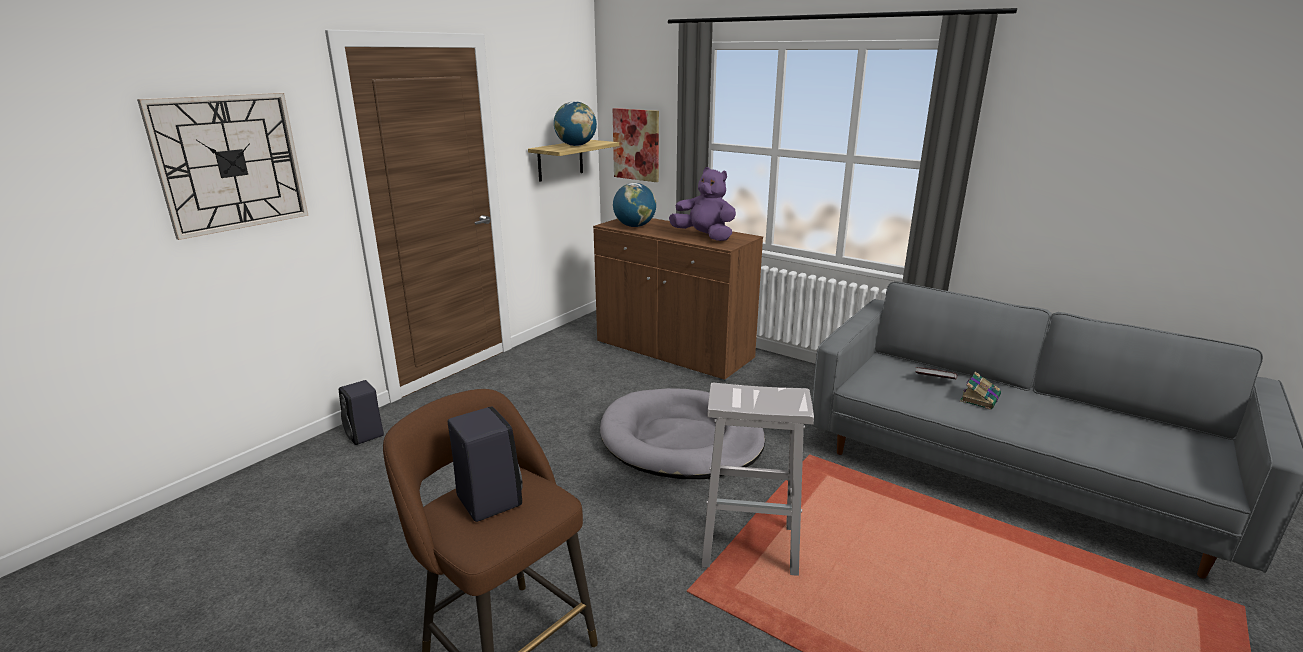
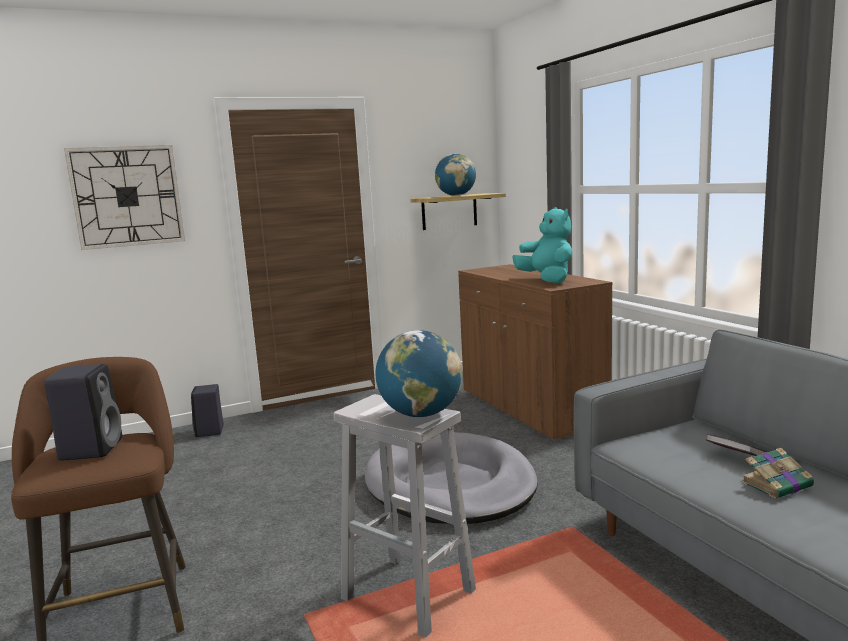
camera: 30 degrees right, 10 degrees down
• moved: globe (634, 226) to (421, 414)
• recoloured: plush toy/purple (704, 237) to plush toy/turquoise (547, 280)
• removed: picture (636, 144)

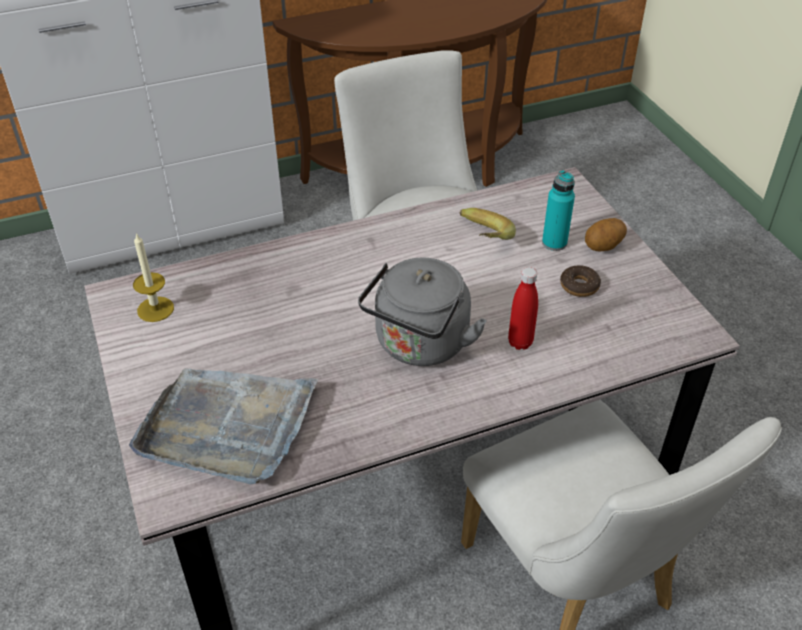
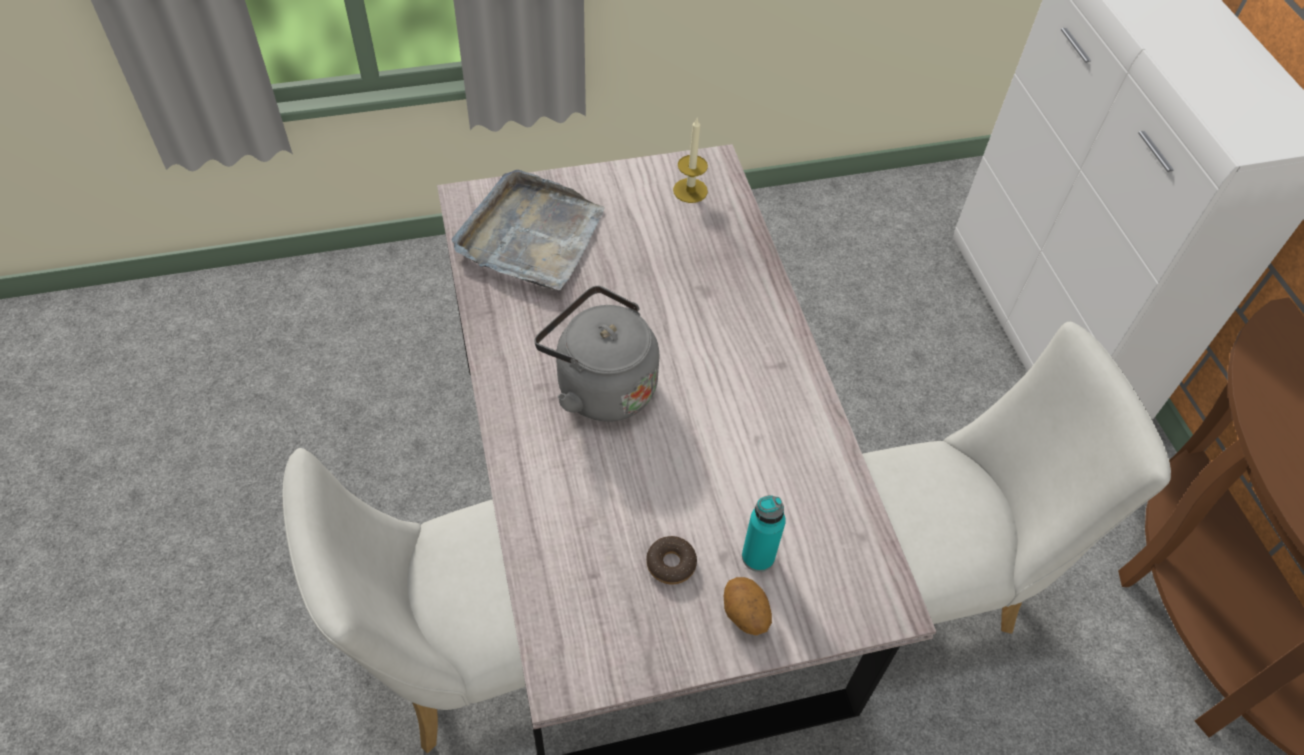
camera: 95 degrees right, 10 degrees up
• removed: banana (481, 240)
• removed: bottle/red (520, 342)

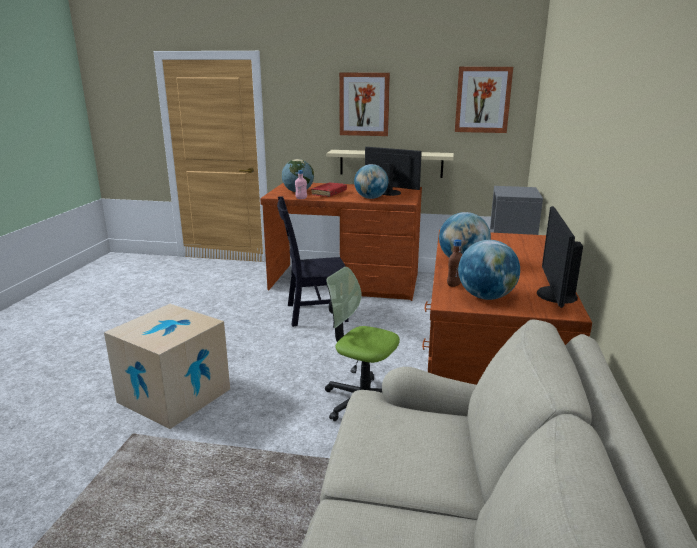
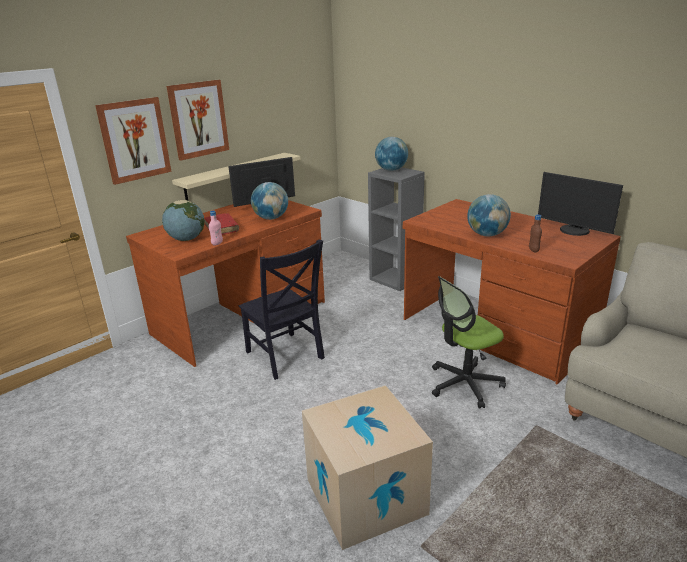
camera: 55 degrees left, 5 degrees up
• moved: picture (483, 100) to (134, 140)
• turned: chair/black (313, 313) = (286, 357) 60 degrees counterclockwise
• moved: globe (486, 297) to (391, 170)

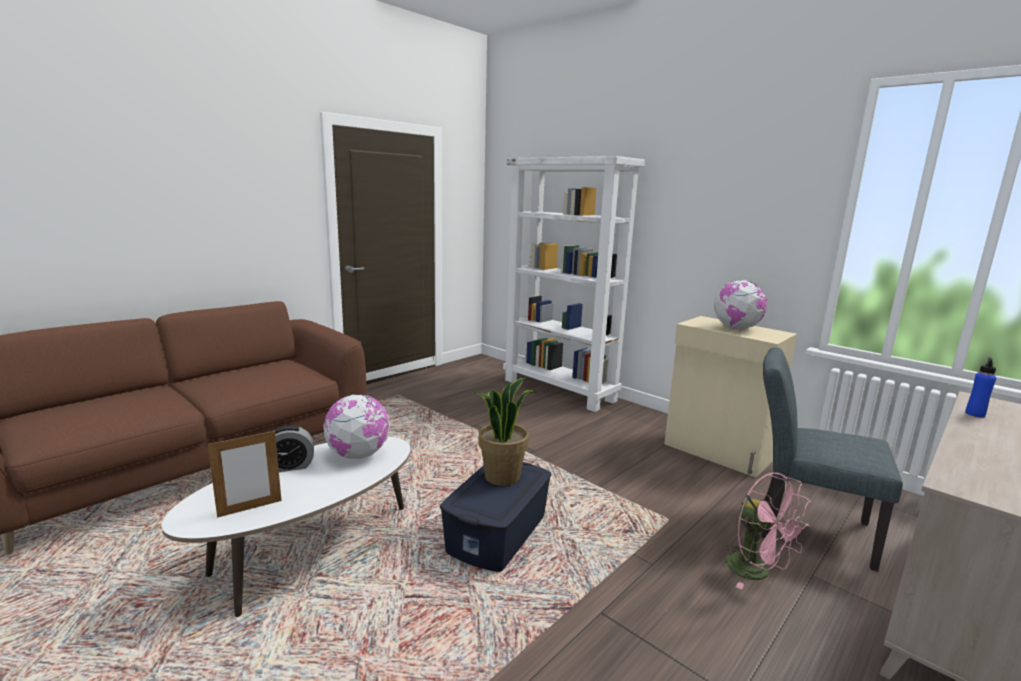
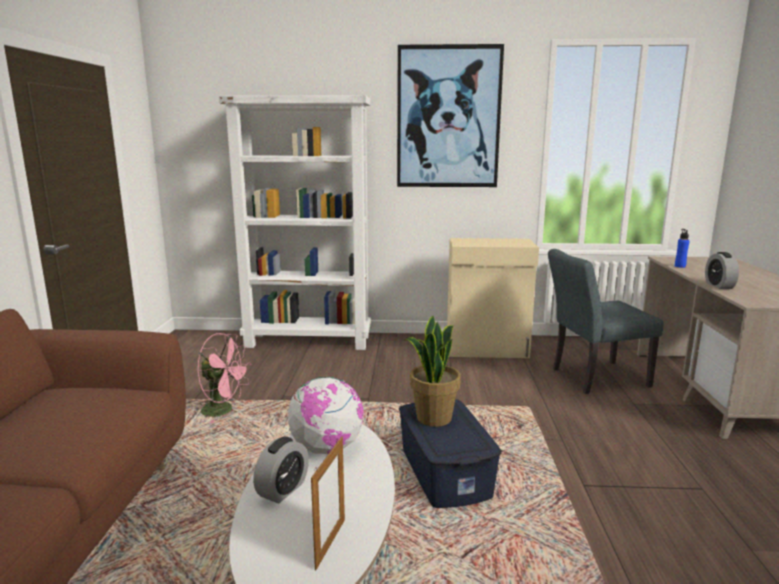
camera: 40 degrees left, 0 degrees up
• moved: fan/pink (757, 572) to (224, 410)
• added: picture (448, 118)
• added: alarm clock (719, 285)
• removed: globe (736, 328)

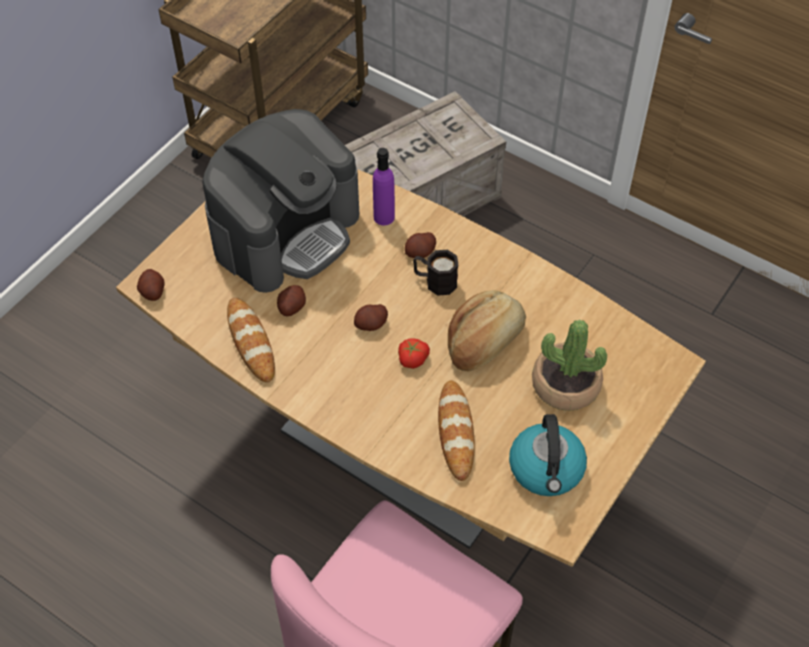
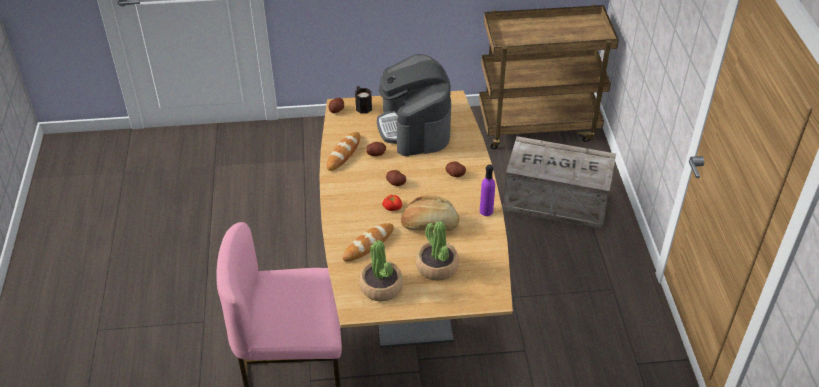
camera: 50 degrees right, 10 degrees down
• moved: mug/black (435, 281) to (362, 105)
• replaced: kettle (546, 469) to potted plant (381, 287)
• turned: coffee machine (286, 231) = (414, 127) 75 degrees clockwise
• moved: bottle/purple (384, 217) to (486, 211)

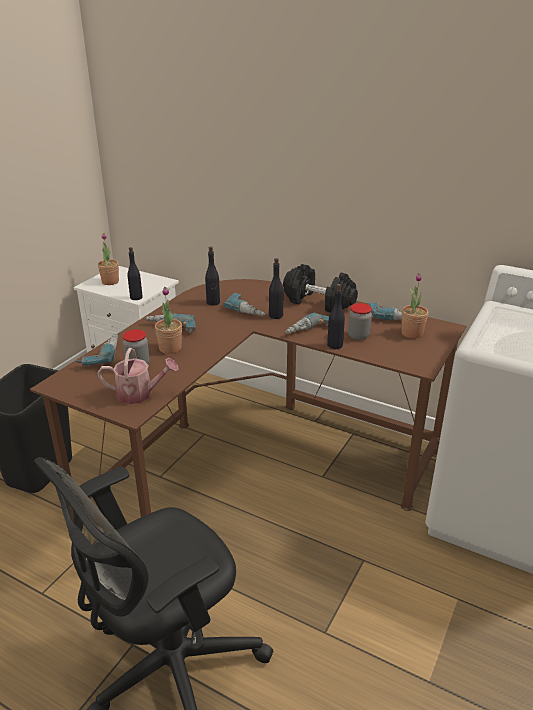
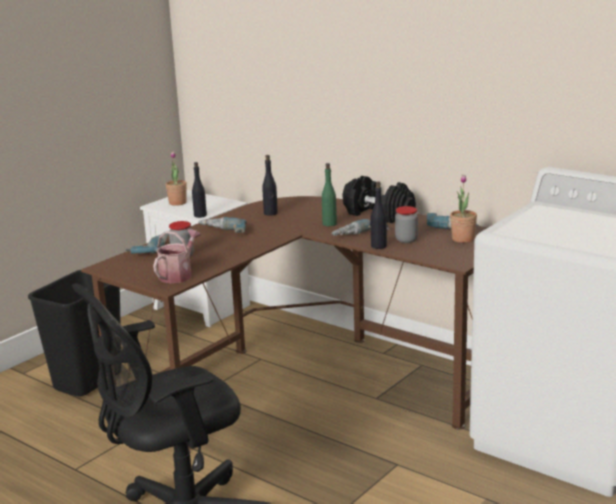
camera: 10 degrees right, 10 degrees down
• turned: watering can (140, 394) = (178, 275) 75 degrees counterclockwise
• recoloured: bottle/black (276, 315) to bottle/green (329, 224)
• removed: potted plant (170, 348)
• removed: power drill (248, 309)

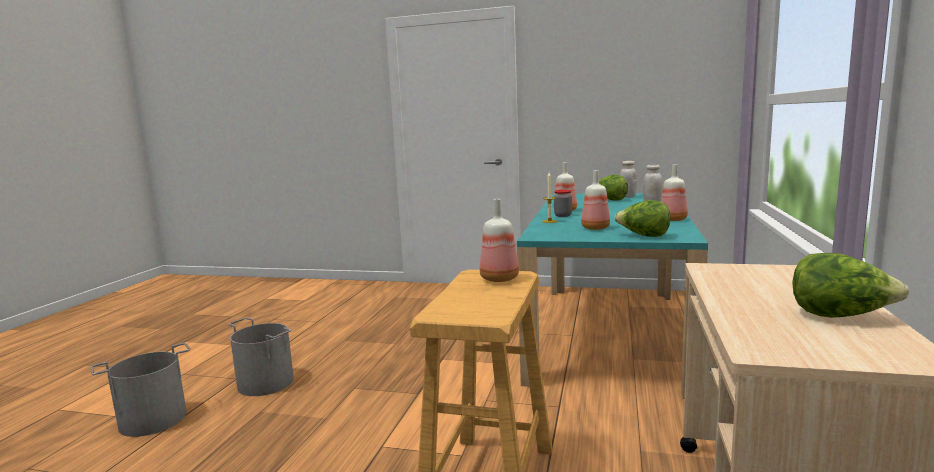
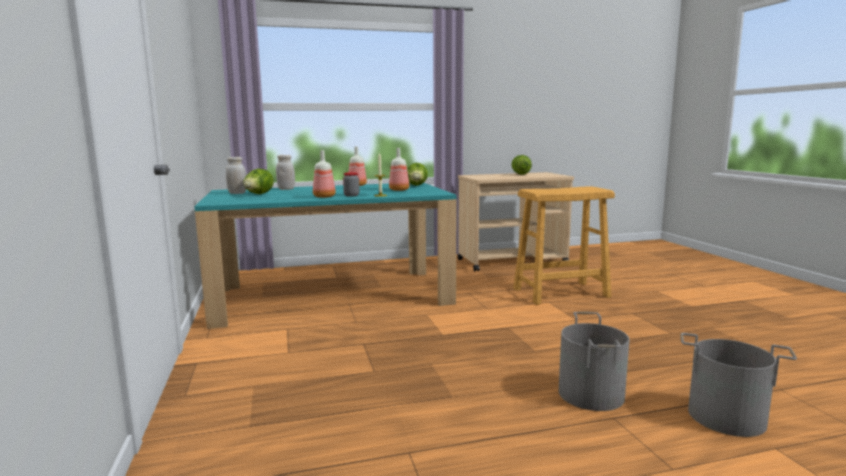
camera: 120 degrees left, 0 degrees up
• removed: bottle (498, 278)

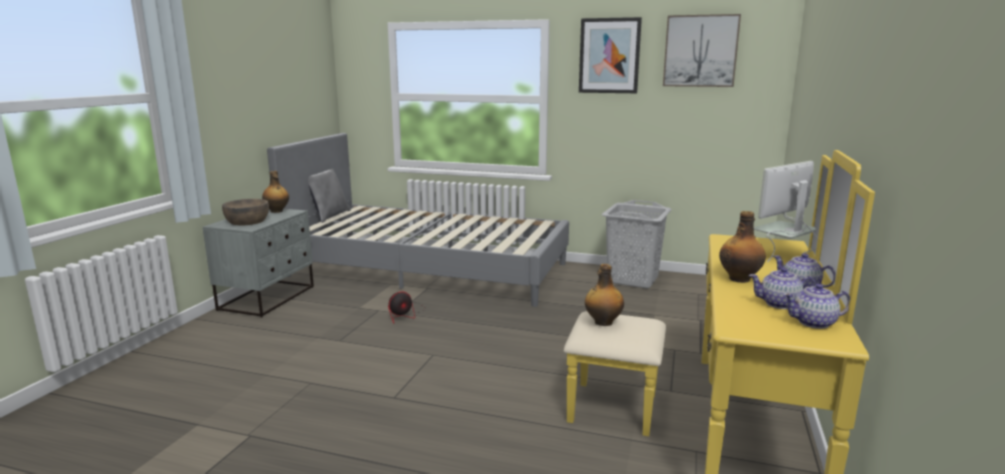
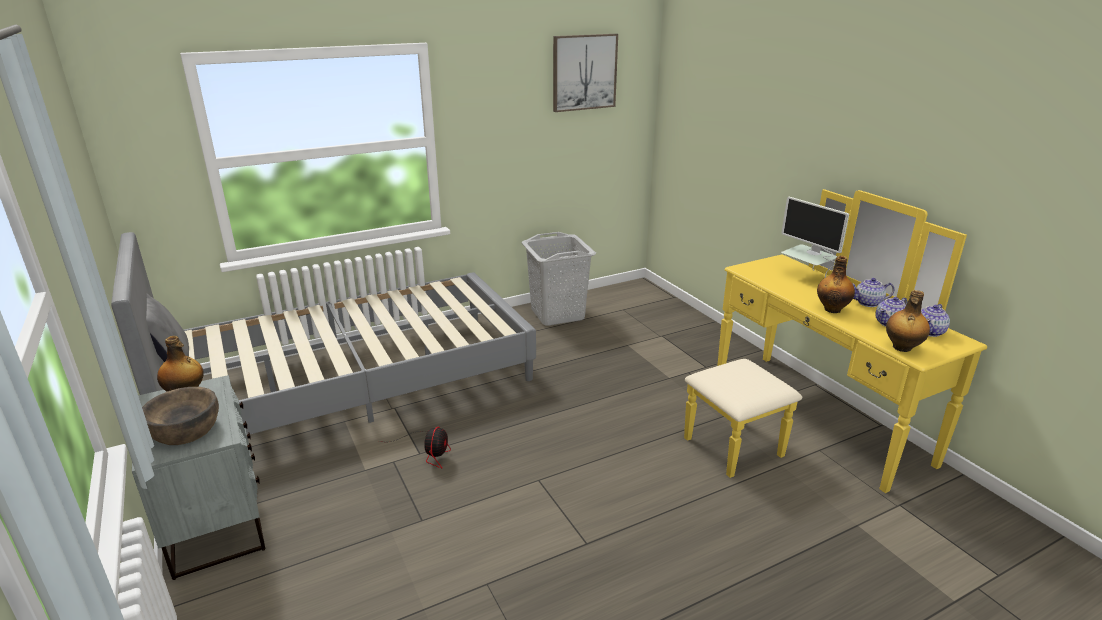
camera: 45 degrees left, 10 degrees up
• turned: monitor (782, 257) = (806, 276) 45 degrees counterclockwise
• moved: bottle (602, 322) to (901, 348)
• removed: picture (609, 56)

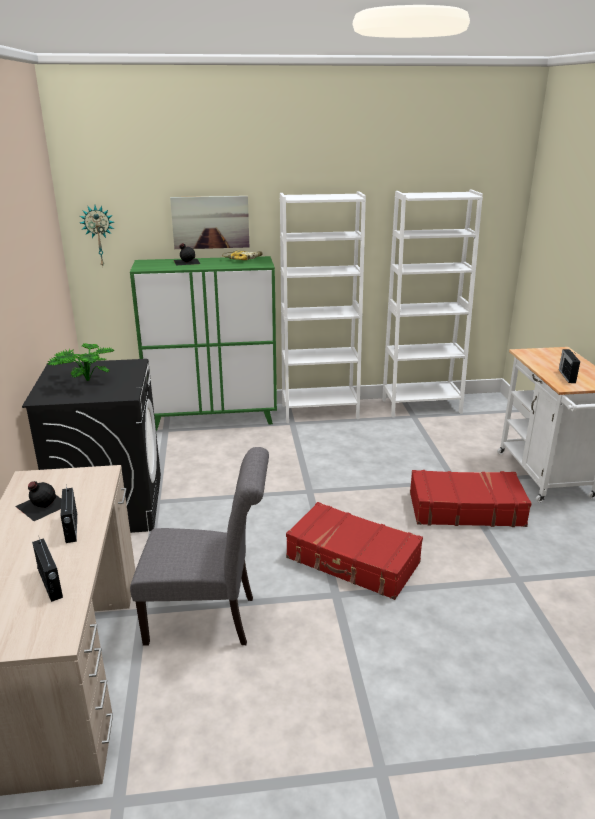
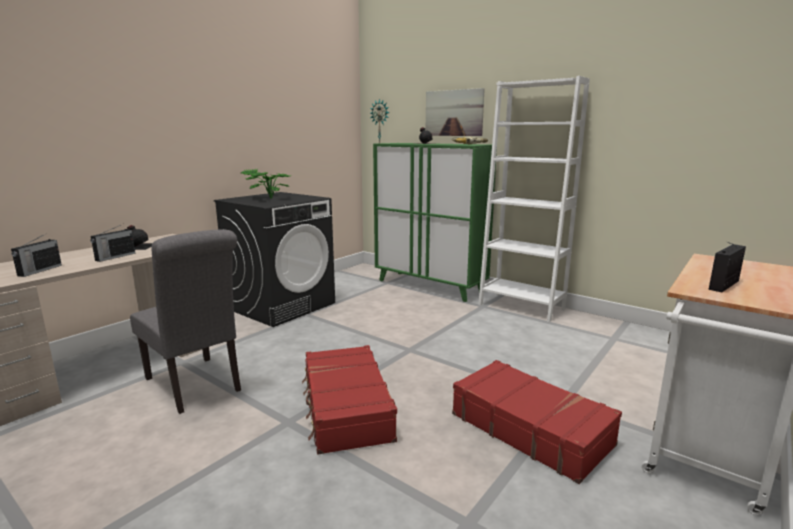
camera: 45 degrees right, 10 degrees down
• removed: bookcase/white (421, 406)

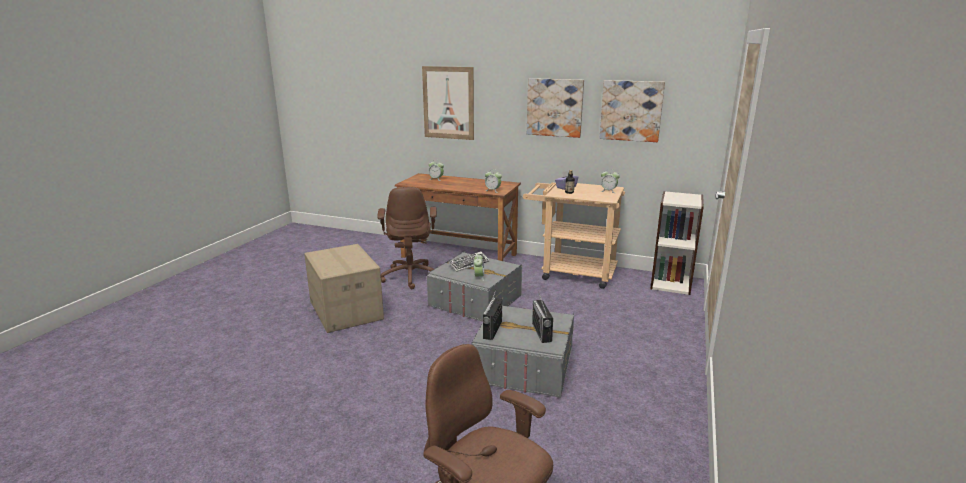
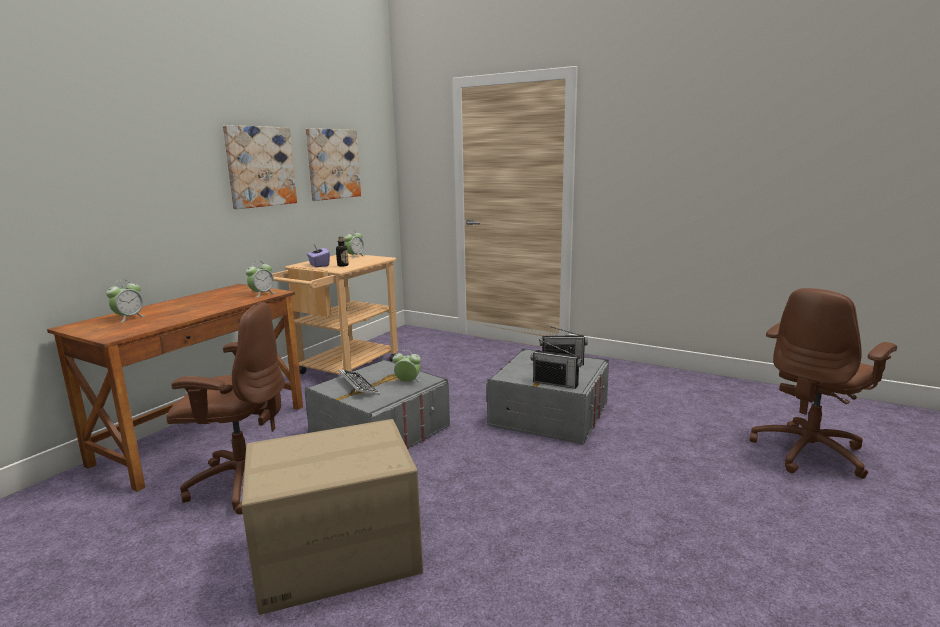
camera: 80 degrees left, 5 degrees down
• removed: picture (448, 103)
• removed: bookcase (671, 283)

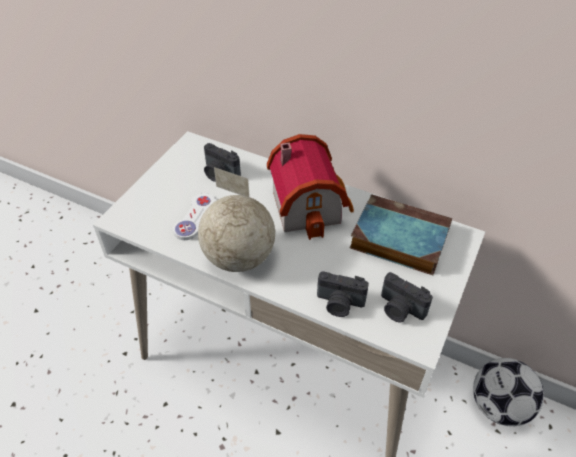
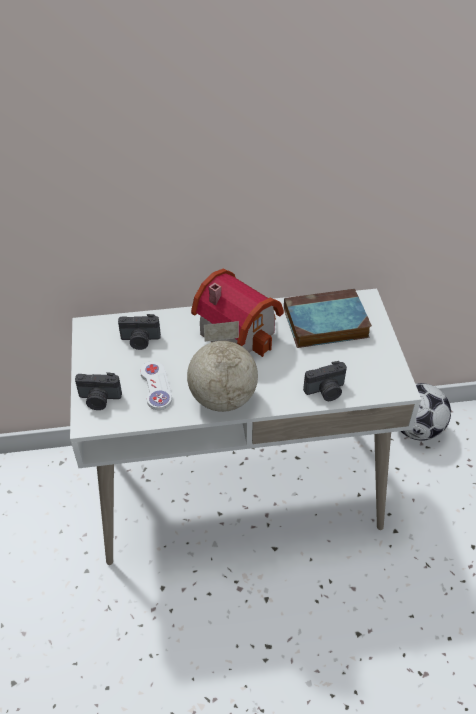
camera: 35 degrees left, 0 degrees up
• moved: photo camera (400, 309) to (99, 400)

